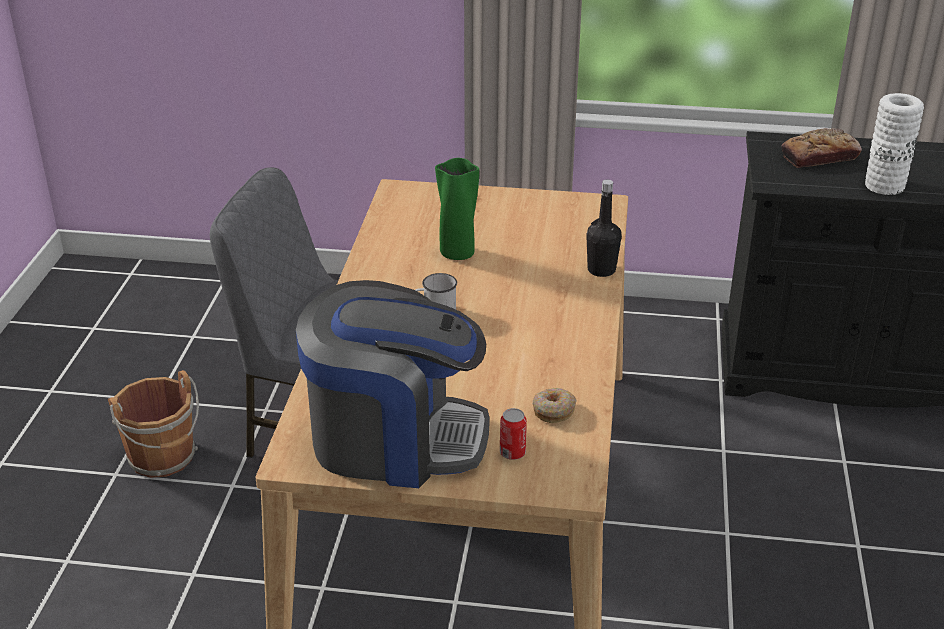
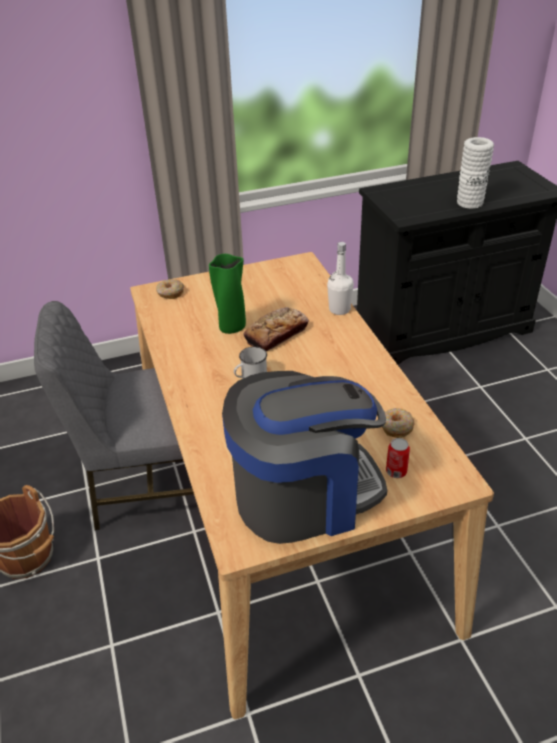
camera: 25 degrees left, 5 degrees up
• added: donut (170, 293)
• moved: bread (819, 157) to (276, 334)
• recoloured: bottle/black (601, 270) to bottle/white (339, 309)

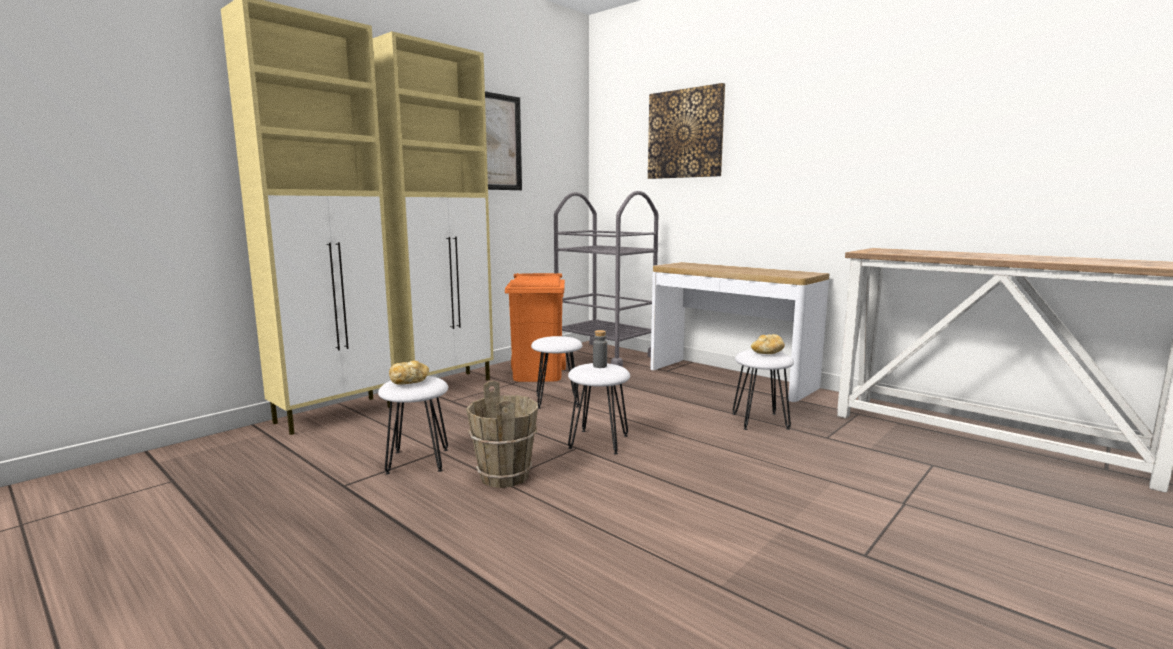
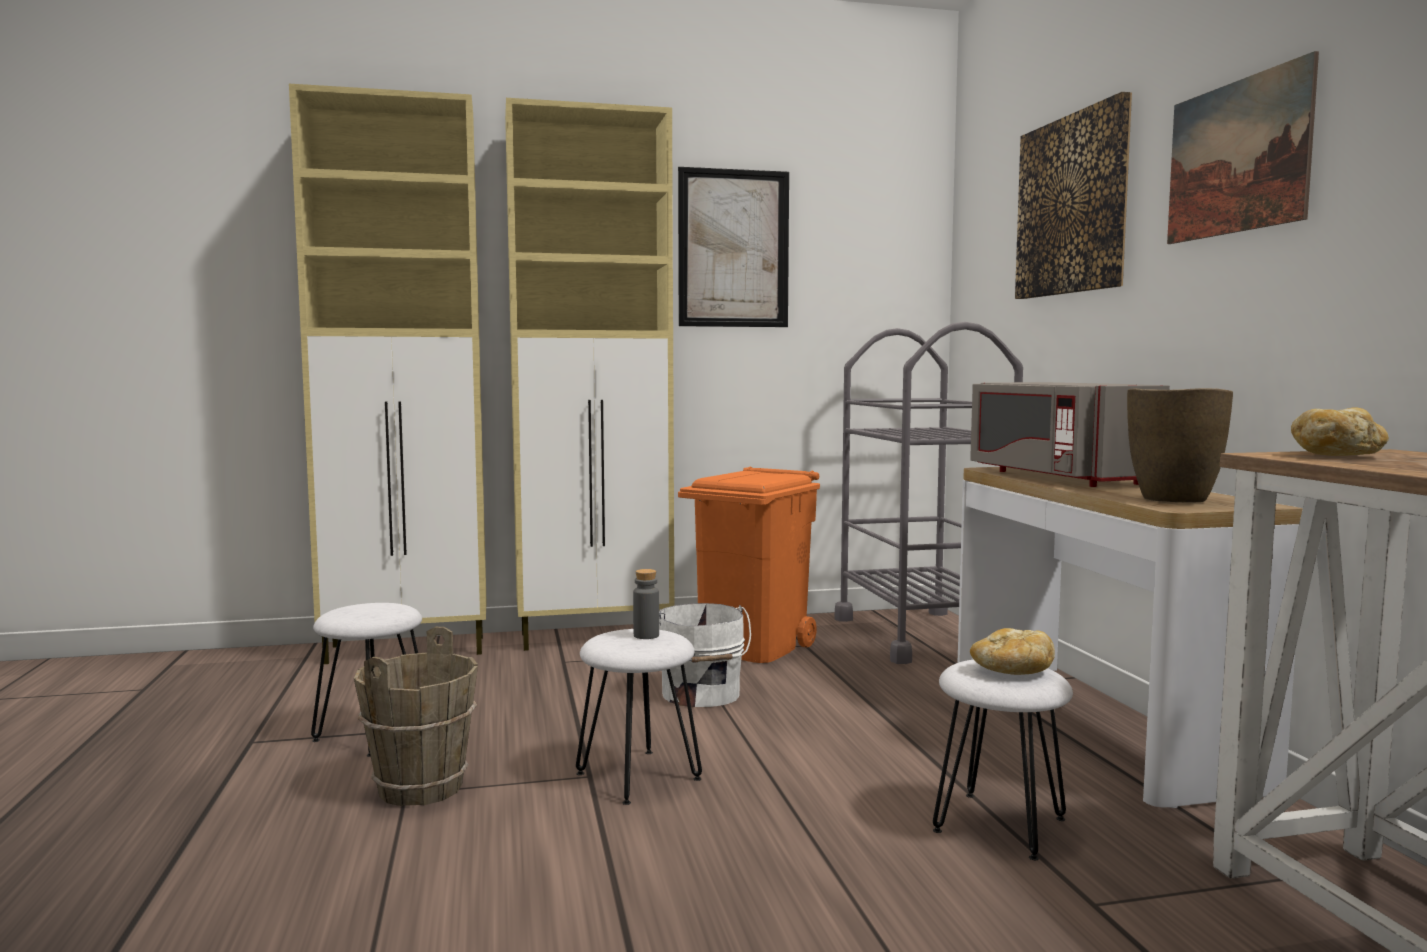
camera: 35 degrees right, 5 degrees down
• replaced: stool/white (557, 401) to bucket/white (701, 695)
• added: microwave/grey (1056, 477)
• added: vase/brown (1172, 500)
• added: picture (1237, 157)
• moved: bread (409, 382) to (1337, 455)

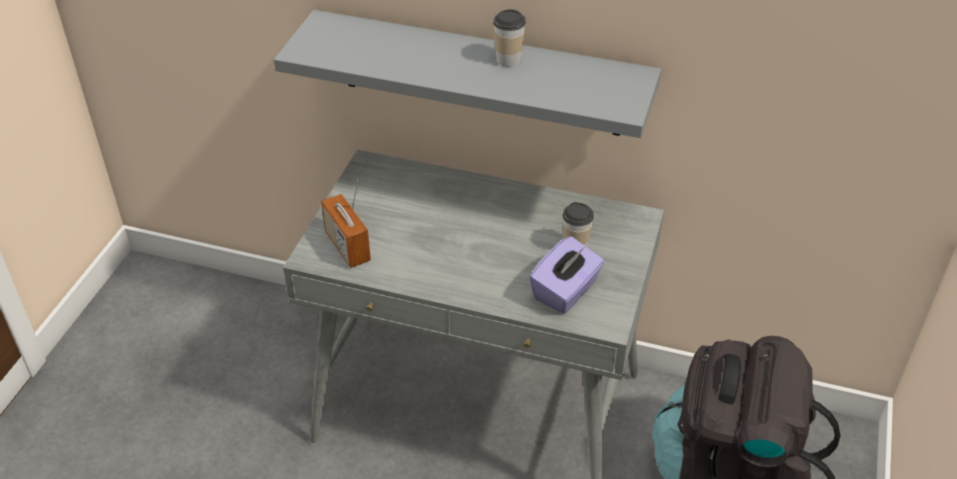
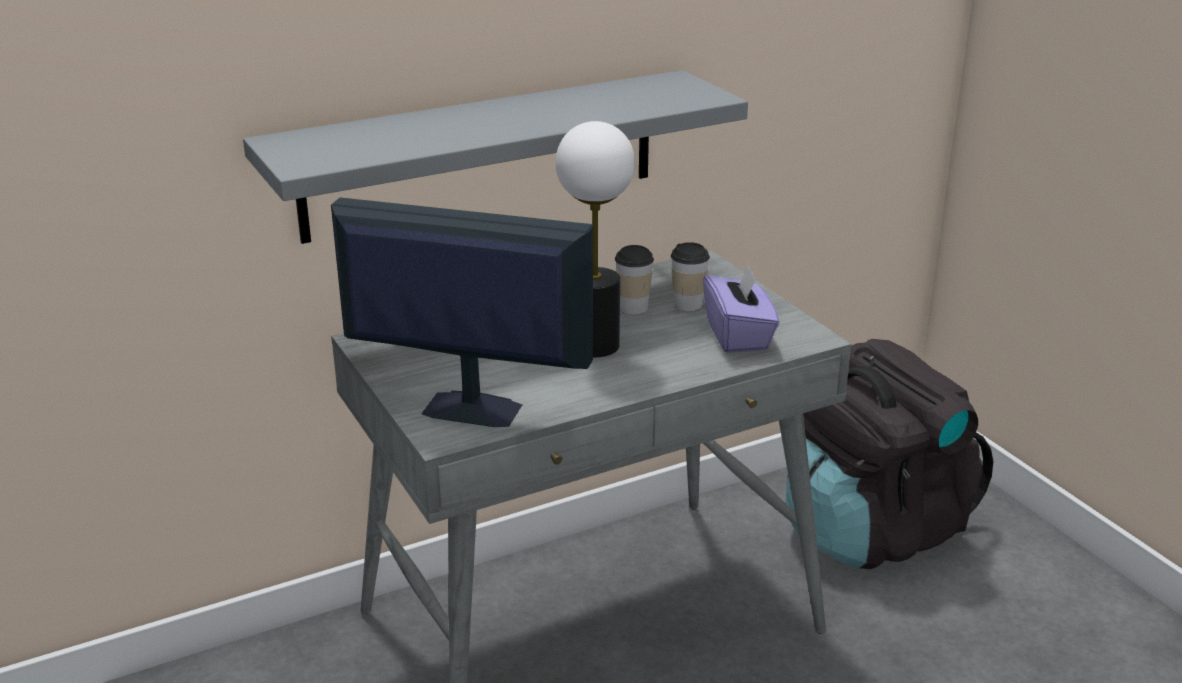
camera: 45 degrees left, 15 degrees down
• replaced: radio (347, 247) to monitor (469, 409)
• added: table lamp (595, 346)
• moved: cup (508, 60) to (633, 307)

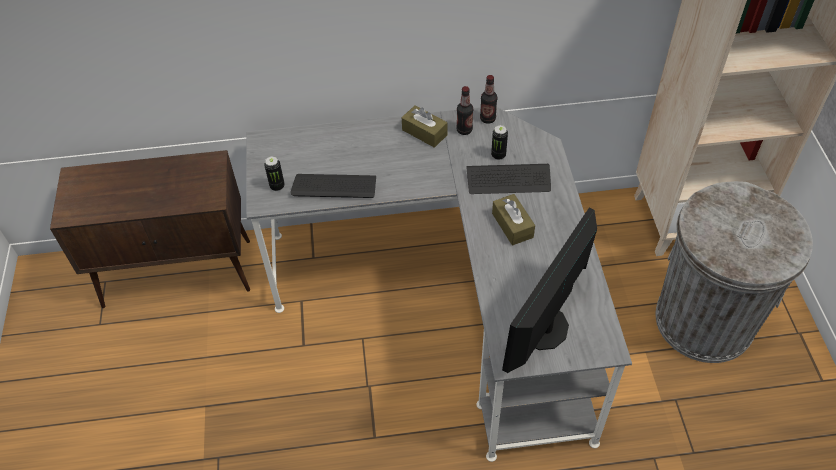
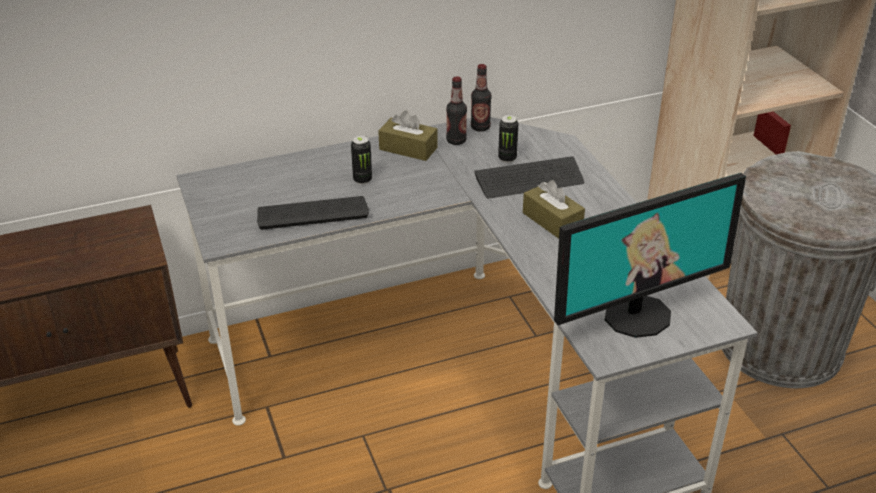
camera: 15 degrees left, 15 degrees down
• moved: can (277, 186) to (362, 180)
• turned: monitor (545, 329) = (637, 315) 135 degrees counterclockwise

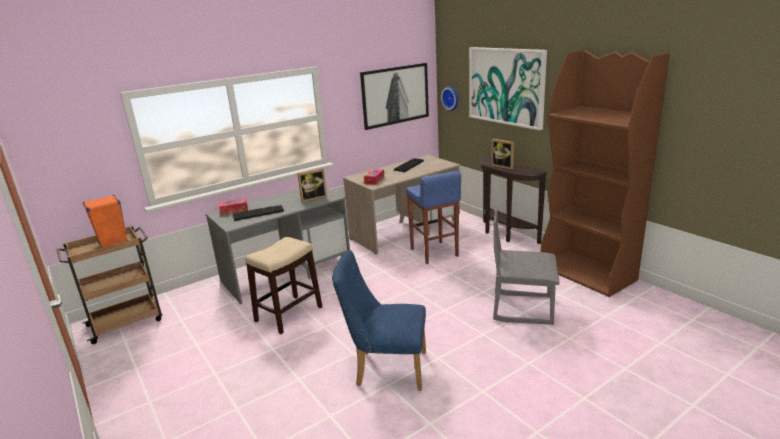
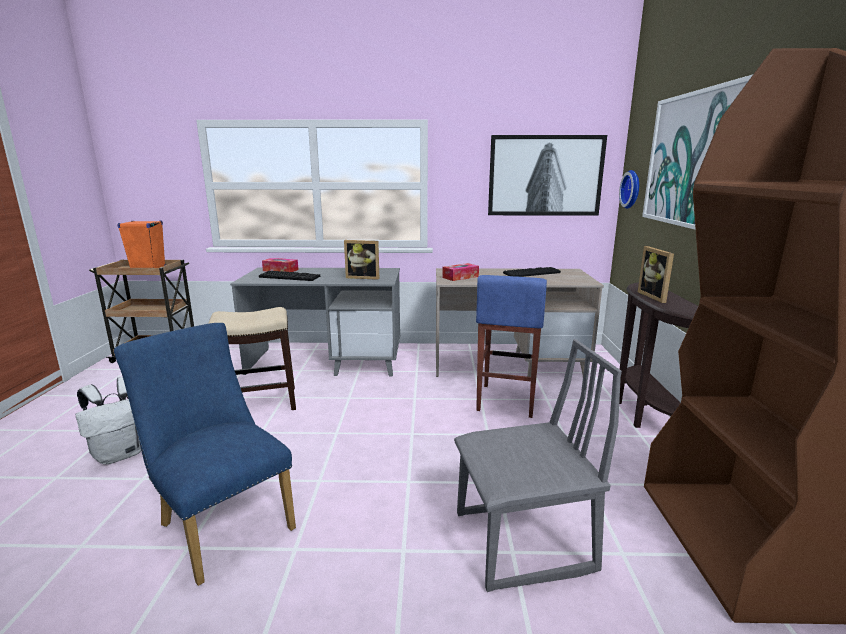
camera: 35 degrees right, 5 degrees down
• added: backpack/white (121, 453)
• turned: chair/grey (522, 308) = (523, 543) 120 degrees clockwise

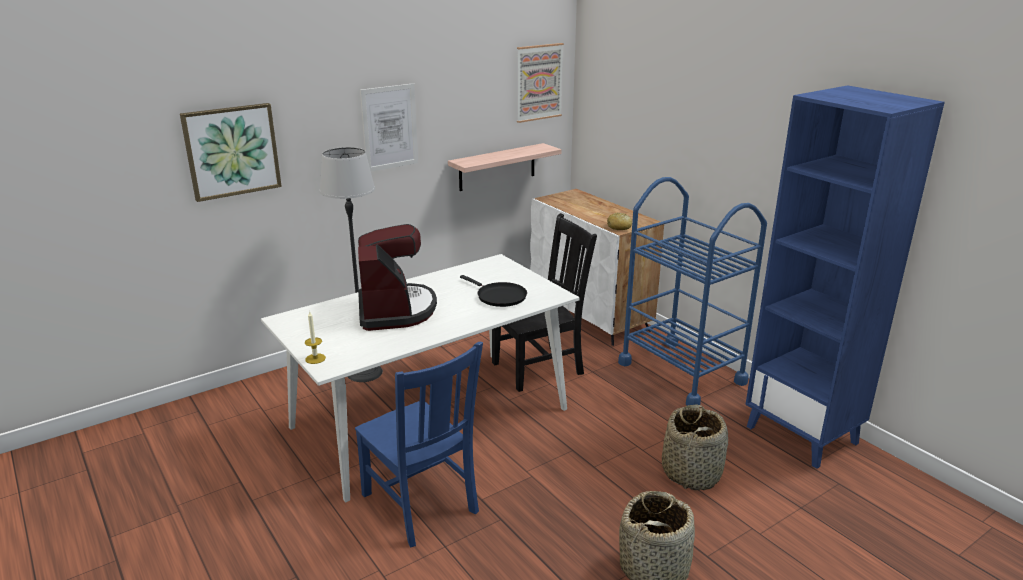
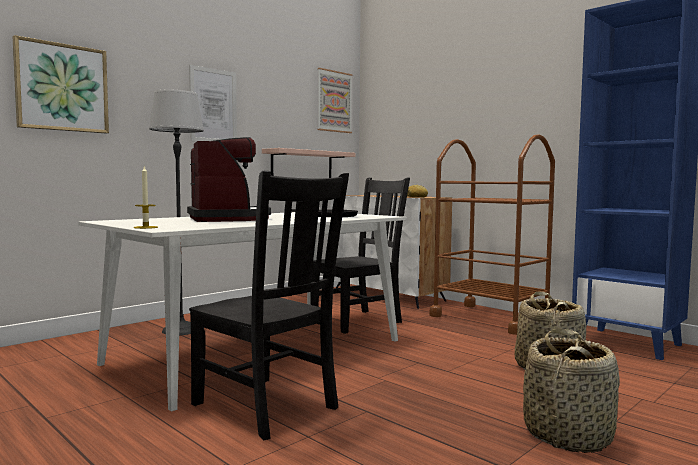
camera: 10 degrees left, 20 degrees down
• recoloured: chair/blue (421, 505) to chair/black (267, 407)
• recoloured: cart/blue (681, 373) to cart/brown (490, 318)

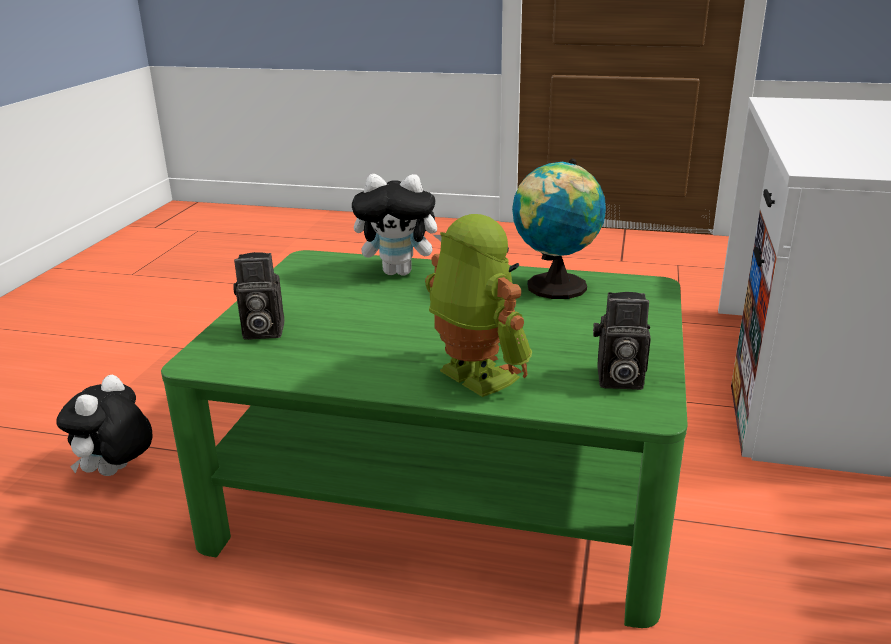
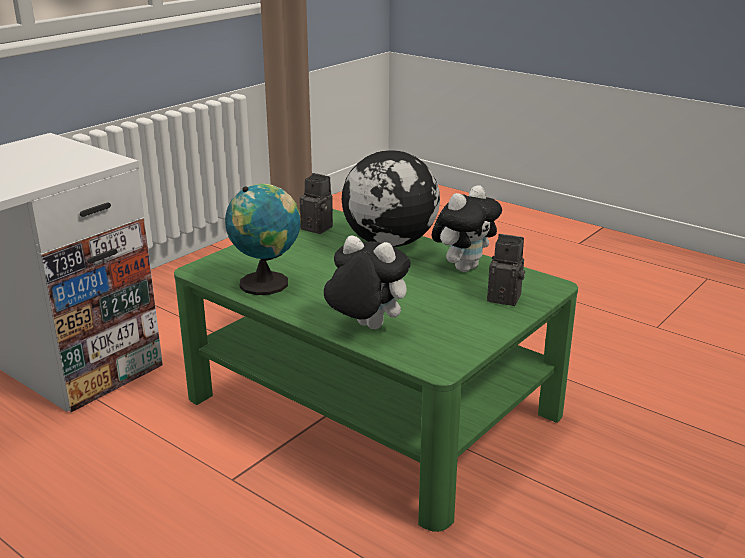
camera: 155 degrees left, 0 degrees up
• replaced: toy robot (473, 377) to globe (391, 243)
• moved: plush toy (117, 473) to (464, 267)

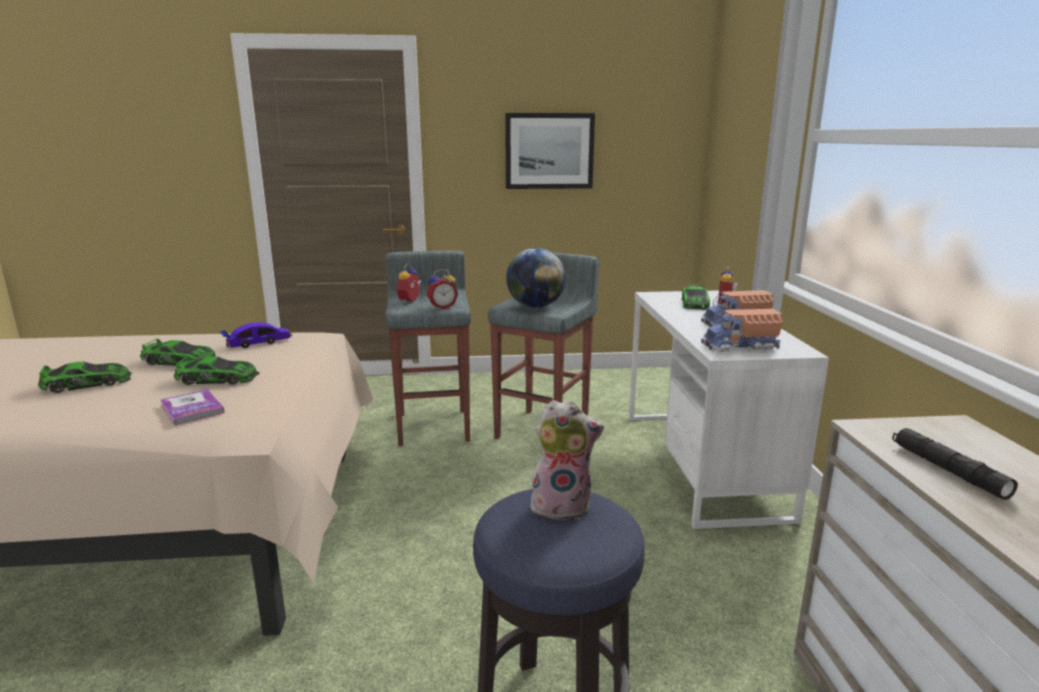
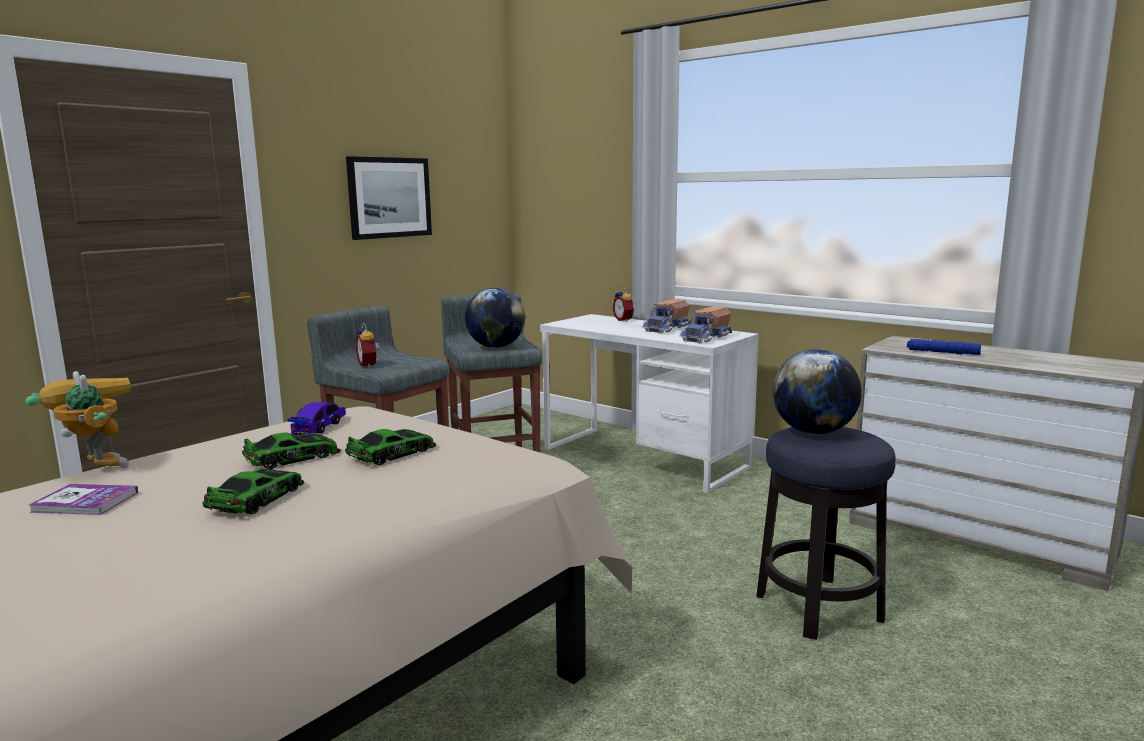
camera: 45 degrees left, 5 degrees down
• added: toy robot (94, 464)
• moved: book (192, 409) to (85, 502)
• replaced: plush toy (562, 506) to globe (813, 432)
• recoloured: flashlight/black (947, 470) to flashlight/blue (942, 352)
• removed: alarm clock (442, 307)
• removed: toy car (695, 303)

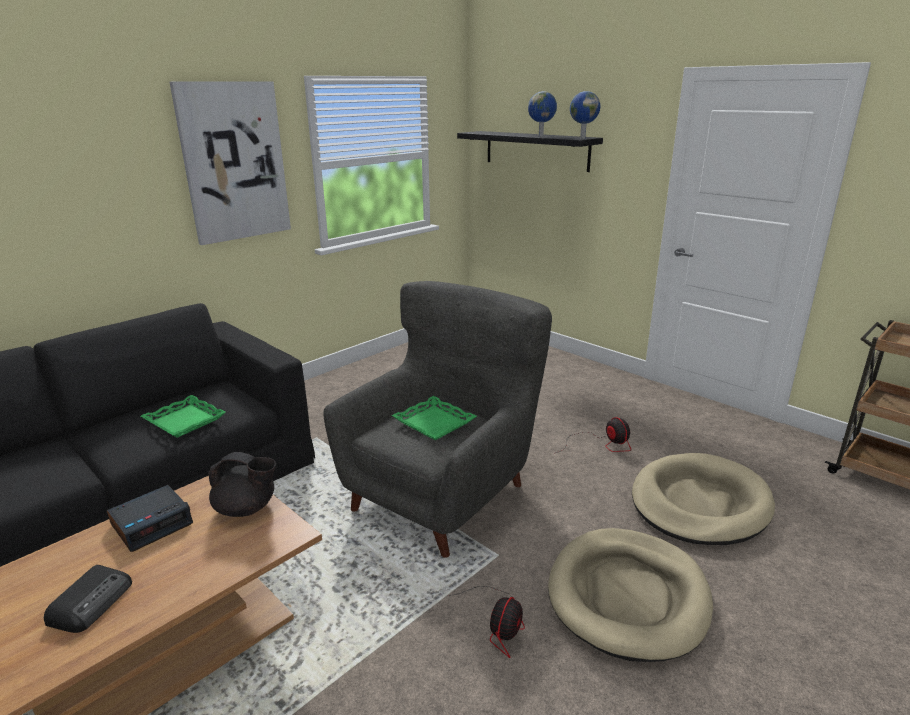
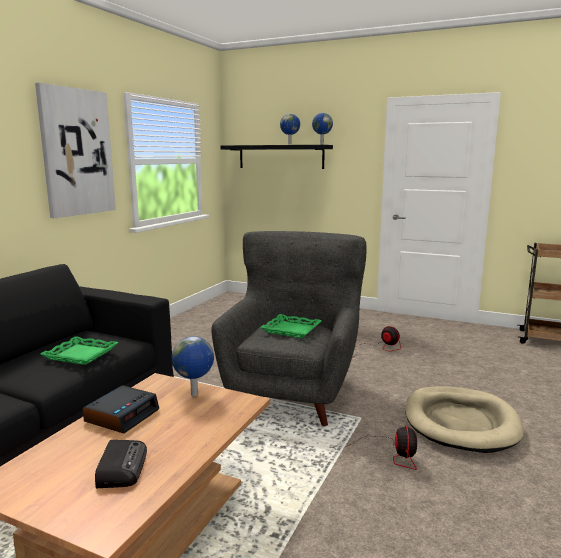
camera: 20 degrees left, 10 degrees down
• replaced: teapot/black (246, 508) to globe (195, 394)
• removed: dog bed/beige (699, 503)

